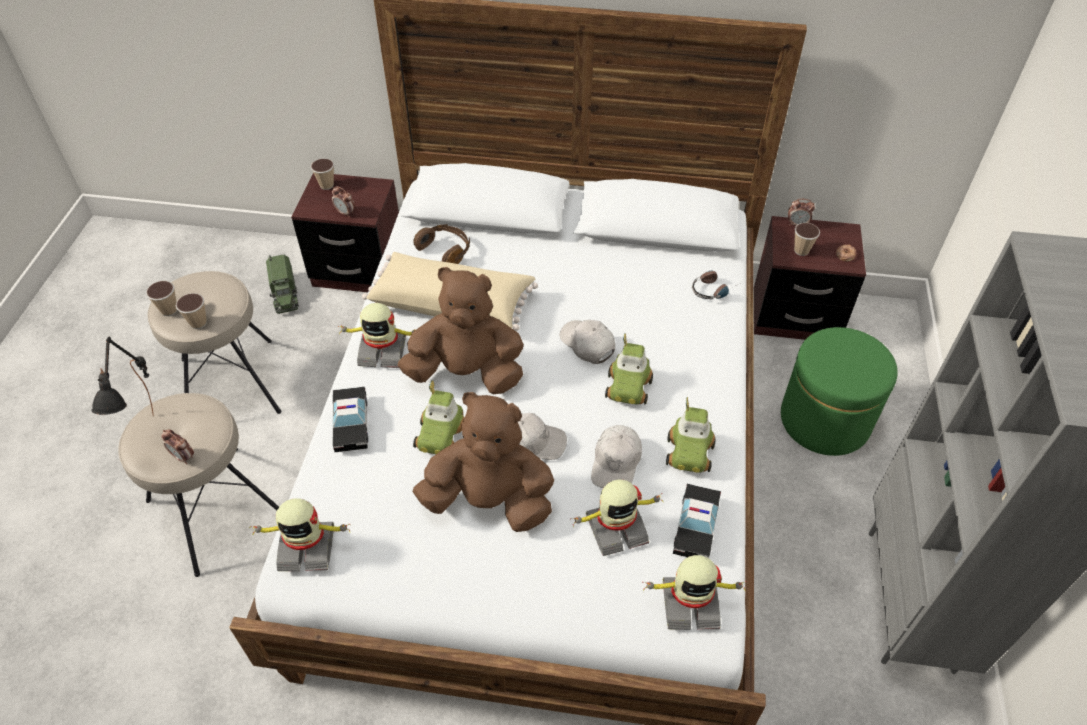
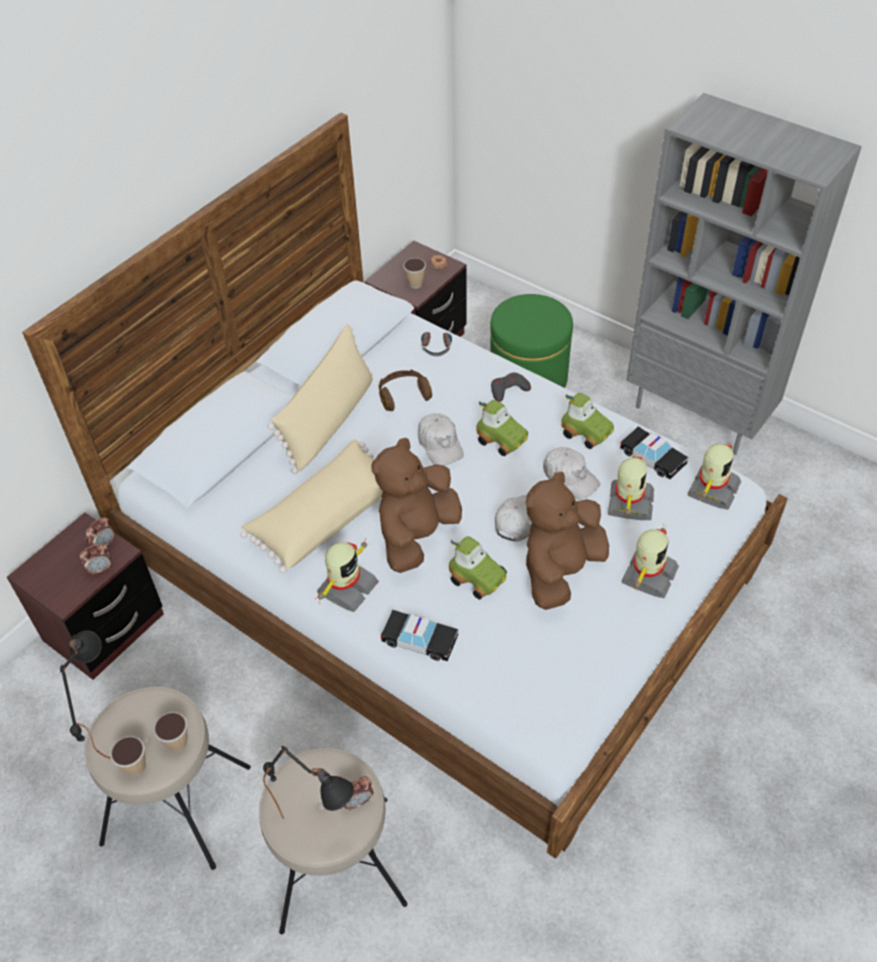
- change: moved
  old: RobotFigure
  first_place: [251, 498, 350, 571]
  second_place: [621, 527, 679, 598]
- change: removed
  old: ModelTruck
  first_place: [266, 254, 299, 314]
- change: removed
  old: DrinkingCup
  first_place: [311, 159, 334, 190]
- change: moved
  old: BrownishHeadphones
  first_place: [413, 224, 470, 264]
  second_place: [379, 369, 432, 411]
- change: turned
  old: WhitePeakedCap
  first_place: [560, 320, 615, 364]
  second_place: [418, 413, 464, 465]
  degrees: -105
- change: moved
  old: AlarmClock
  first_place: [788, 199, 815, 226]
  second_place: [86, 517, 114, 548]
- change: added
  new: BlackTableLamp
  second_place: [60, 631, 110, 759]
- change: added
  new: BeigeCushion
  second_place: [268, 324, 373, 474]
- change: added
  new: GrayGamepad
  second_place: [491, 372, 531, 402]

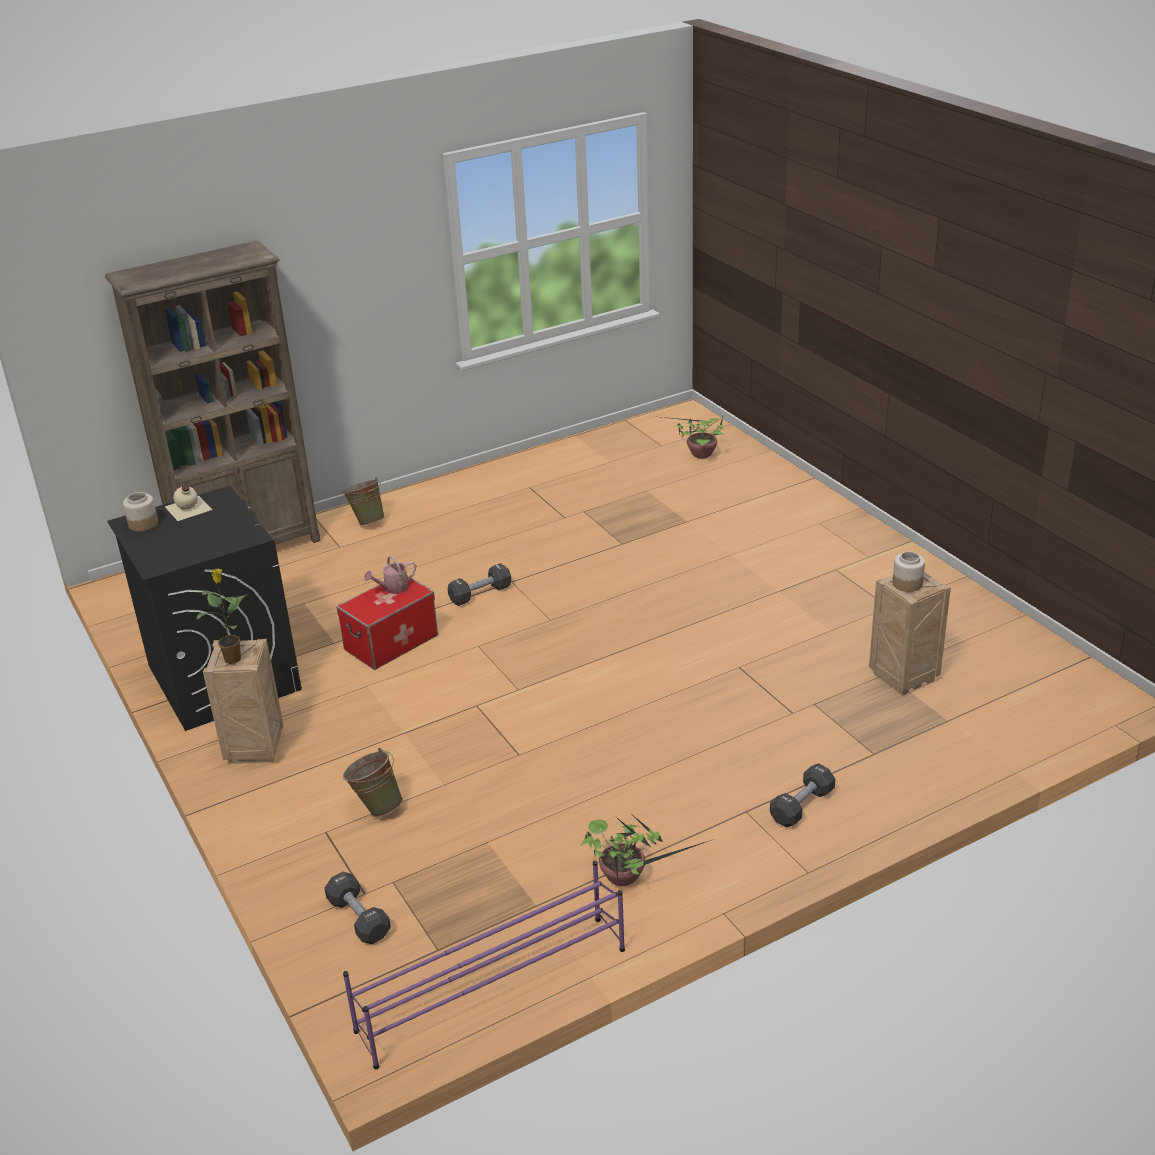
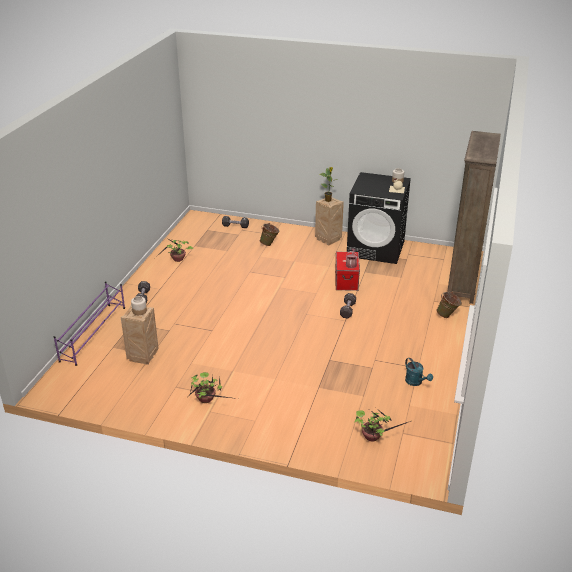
- change: moved
  old: PurpleColouredShoeShelf
  first_place: [343, 861, 625, 1069]
  second_place: [54, 281, 125, 366]
- change: added
  new: PottedPlant
  second_place: [190, 372, 238, 403]
- change: added
  new: TurquoiseWateringCan
  second_place: [405, 358, 433, 386]

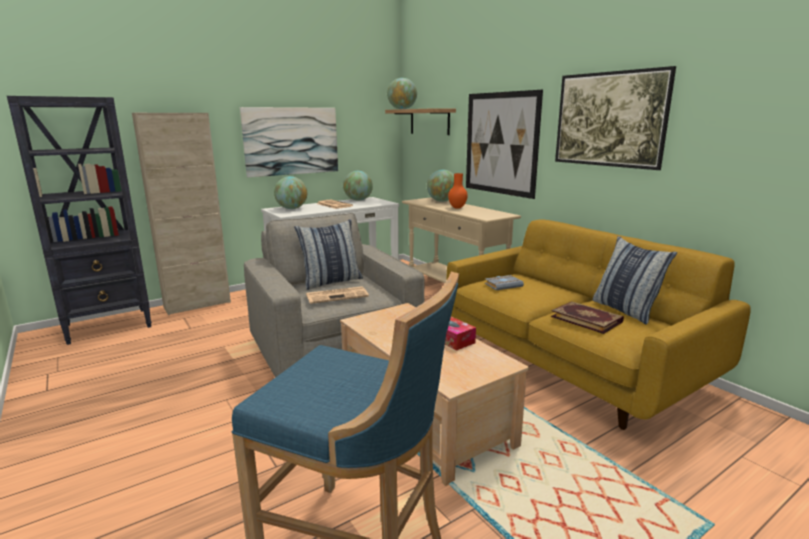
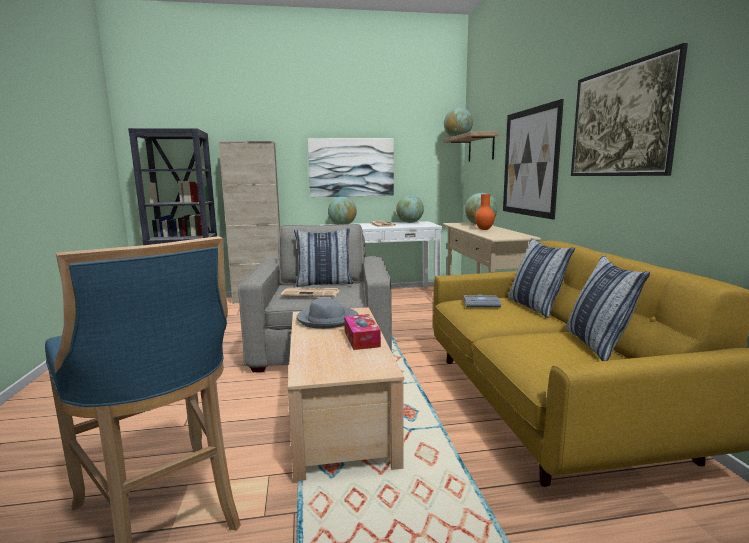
- change: removed
  old: Book
  first_place: [551, 301, 624, 334]
- change: added
  new: GrayWearableHat
  second_place: [297, 298, 359, 329]
- change: added
  new: Cushion
  second_place: [508, 238, 575, 318]

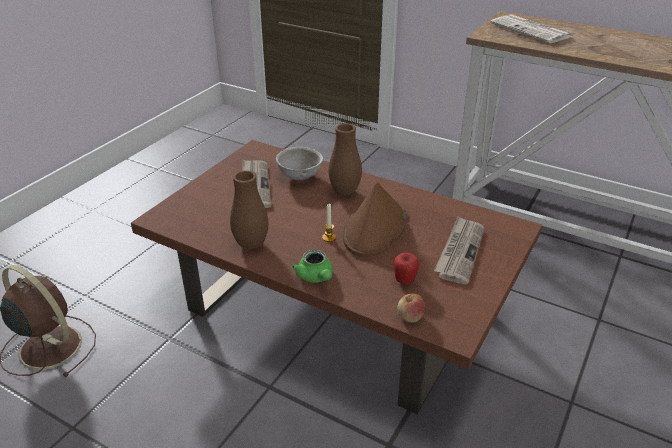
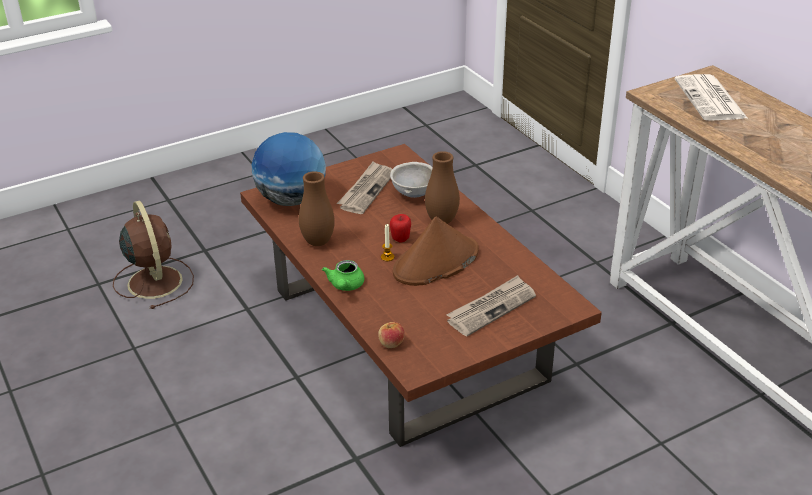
- change: moved
  old: WholeApple
  first_place: [394, 252, 419, 285]
  second_place: [390, 214, 411, 242]
- change: added
  new: WorldGlobe
  second_place: [252, 132, 326, 206]

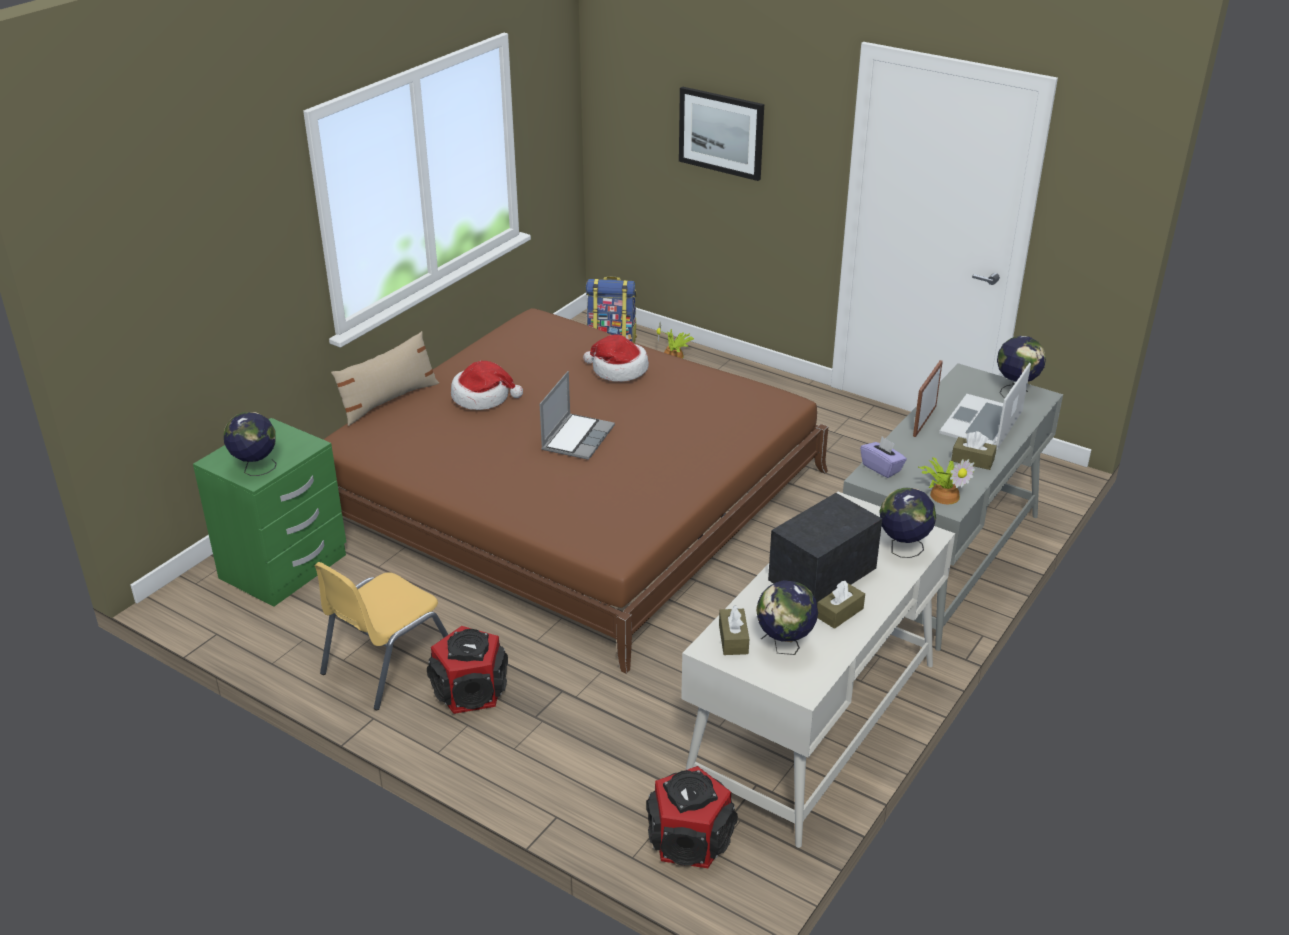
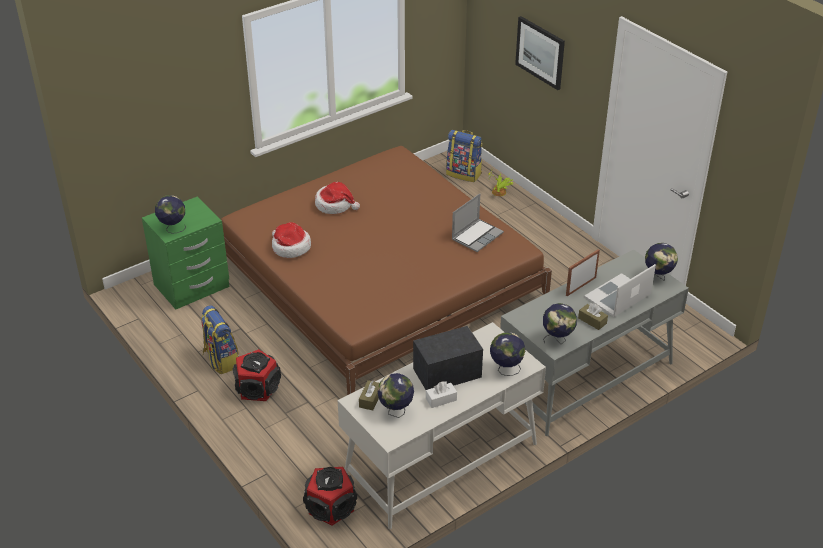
- change: replaced
  old: YellowishUprightChair
  new: Rucksack
  first_place: [314, 562, 449, 710]
  second_place: [201, 305, 239, 374]
- change: removed
  old: BeigeCushion
  first_place: [331, 331, 439, 426]
- change: moved
  old: Laptop
  first_place: [540, 371, 615, 460]
  second_place: [452, 193, 504, 252]
- change: moved
  old: WearableHat
  first_place: [583, 334, 649, 382]
  second_place: [272, 222, 311, 258]
- change: recoloured
  old: BrownishTissueHolder
  new: WhiteTissueHolder
  first_place: [817, 581, 865, 629]
  second_place: [426, 381, 457, 408]
- change: removed
  old: PurpleColouredTissueHolder
  first_place: [860, 437, 907, 478]
- change: replaced
  old: PottedPlant
  new: WorldGlobe
  first_place: [918, 457, 975, 504]
  second_place: [543, 303, 577, 343]

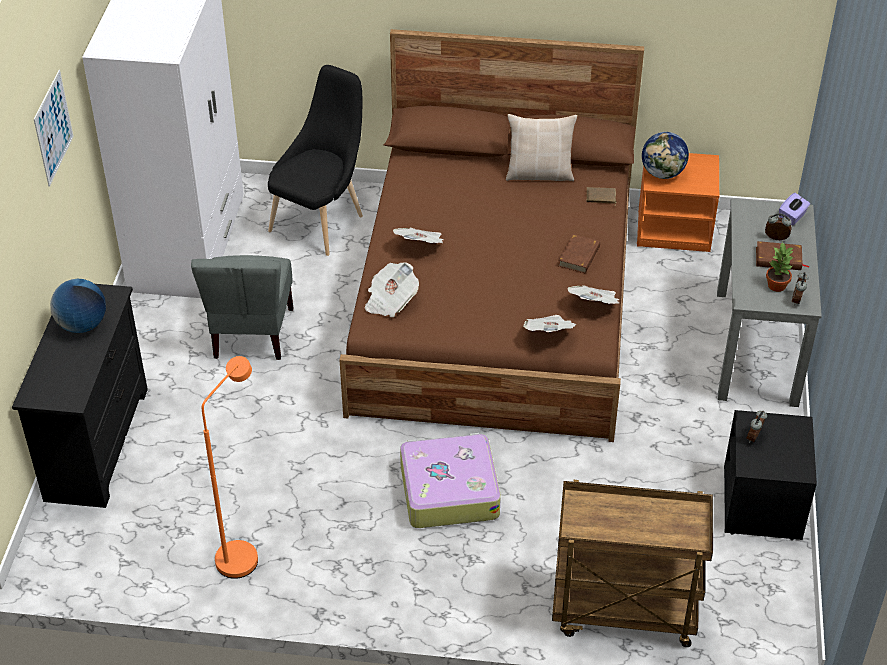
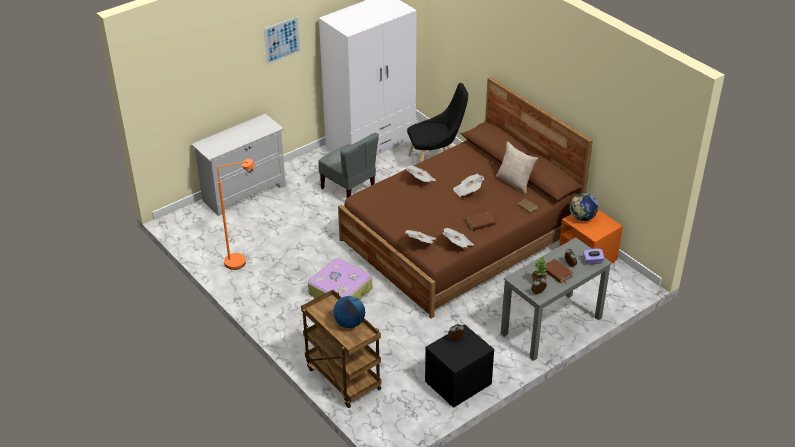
- change: recoloured
  old: BlackDresser
  new: WhiteDresser
  first_place: [12, 284, 148, 508]
  second_place: [191, 114, 286, 216]
- change: moved
  old: WorldGlobe
  first_place: [50, 279, 106, 333]
  second_place: [333, 296, 365, 328]
- change: turned
  old: GrayUprightChair
  first_place: [191, 255, 293, 360]
  second_place: [318, 133, 379, 198]
  degrees: -90
- change: moved
  old: Newspaper
  first_place: [365, 263, 419, 317]
  second_place: [453, 174, 484, 197]

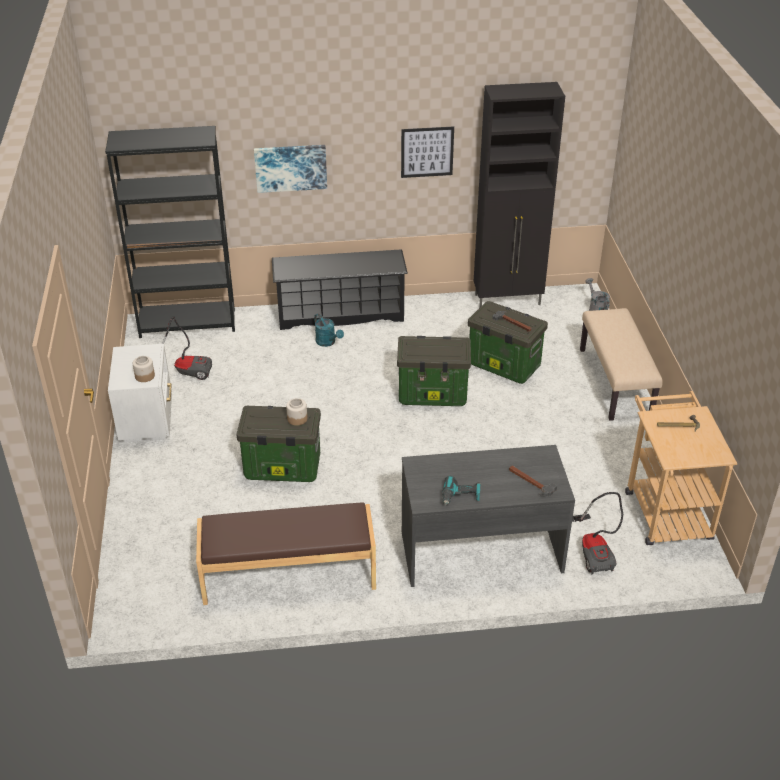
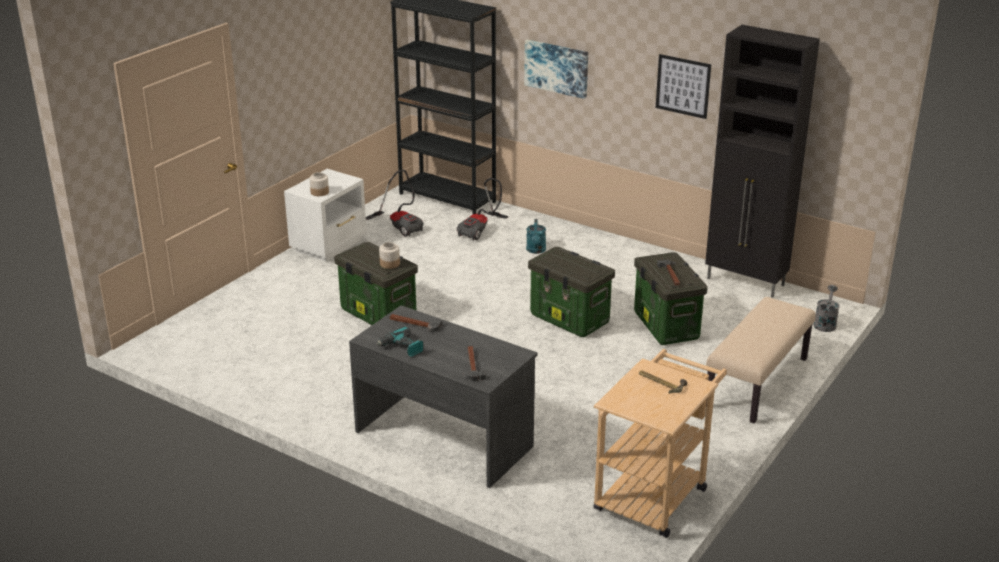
- change: removed
  old: BrownishLongSeat
  first_place: [196, 502, 376, 605]
- change: removed
  old: BlackShoeShelf
  first_place: [272, 249, 408, 330]
- change: moved
  old: Vacuum
  first_place: [572, 492, 623, 574]
  second_place: [457, 178, 508, 240]
- change: added
  new: Hammer
  second_place: [390, 314, 442, 332]

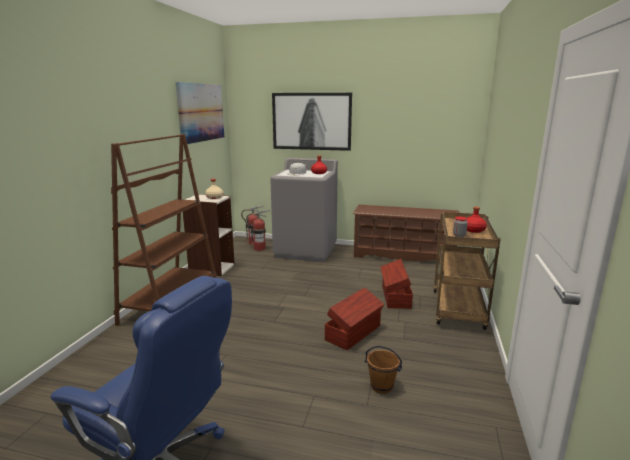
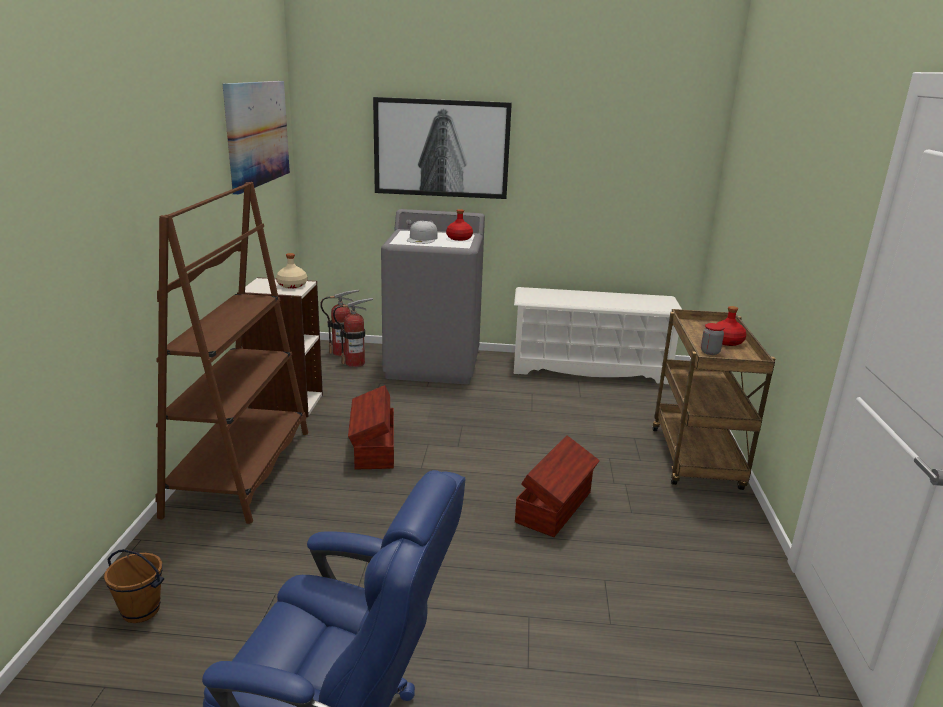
- change: recoloured
  old: BrownishShoeShelf
  new: WhiteShoeShelf
  first_place: [353, 205, 460, 261]
  second_place: [514, 287, 682, 384]
- change: moved
  old: BrownishBucket
  first_place: [365, 346, 402, 394]
  second_place: [104, 549, 164, 623]
- change: moved
  old: BrownishStorageBin
  first_place: [380, 259, 413, 309]
  second_place: [348, 385, 394, 469]

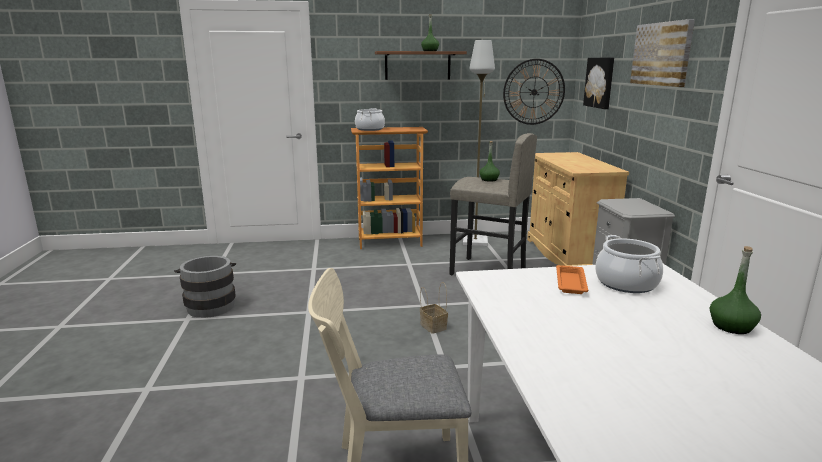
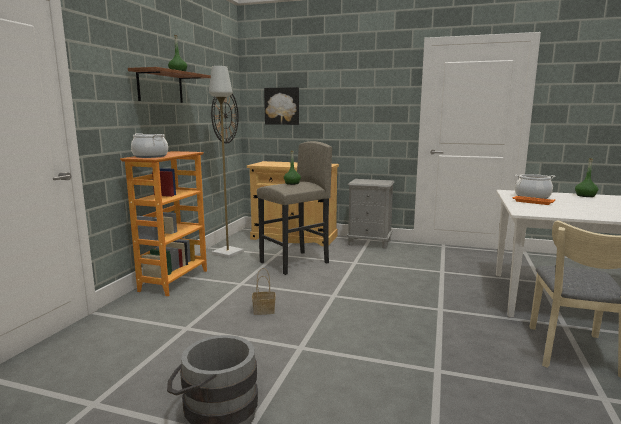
- change: moved
  old: HouseholdBasket
  first_place: [420, 282, 448, 334]
  second_place: [252, 268, 275, 315]
- change: removed
  old: Picture
  first_place: [630, 19, 695, 87]

